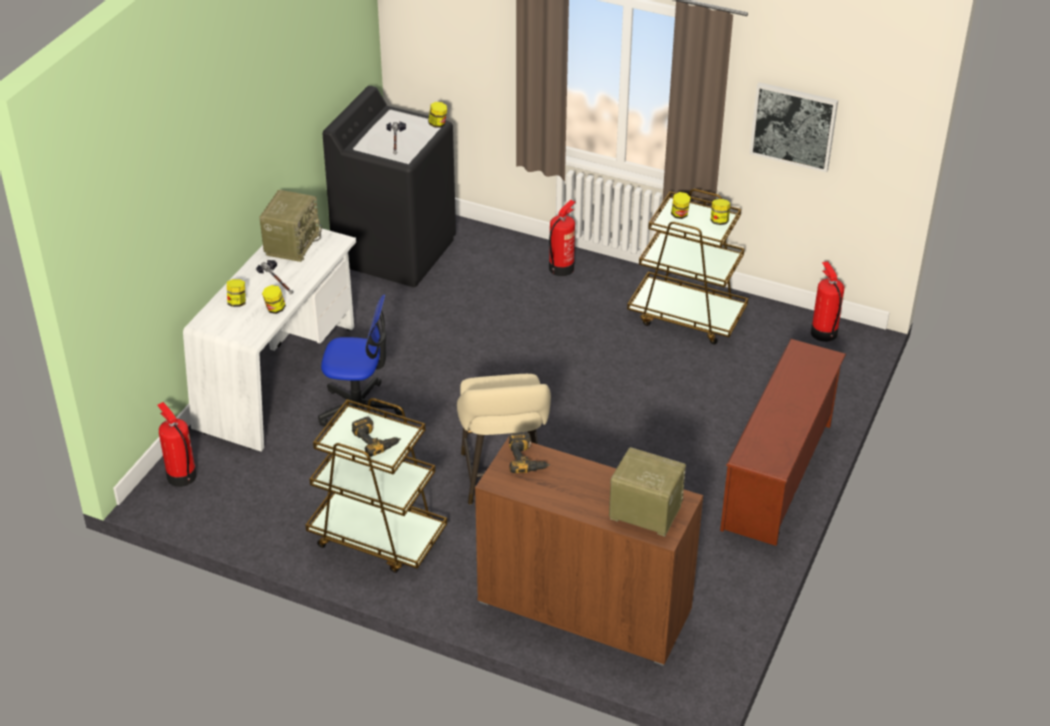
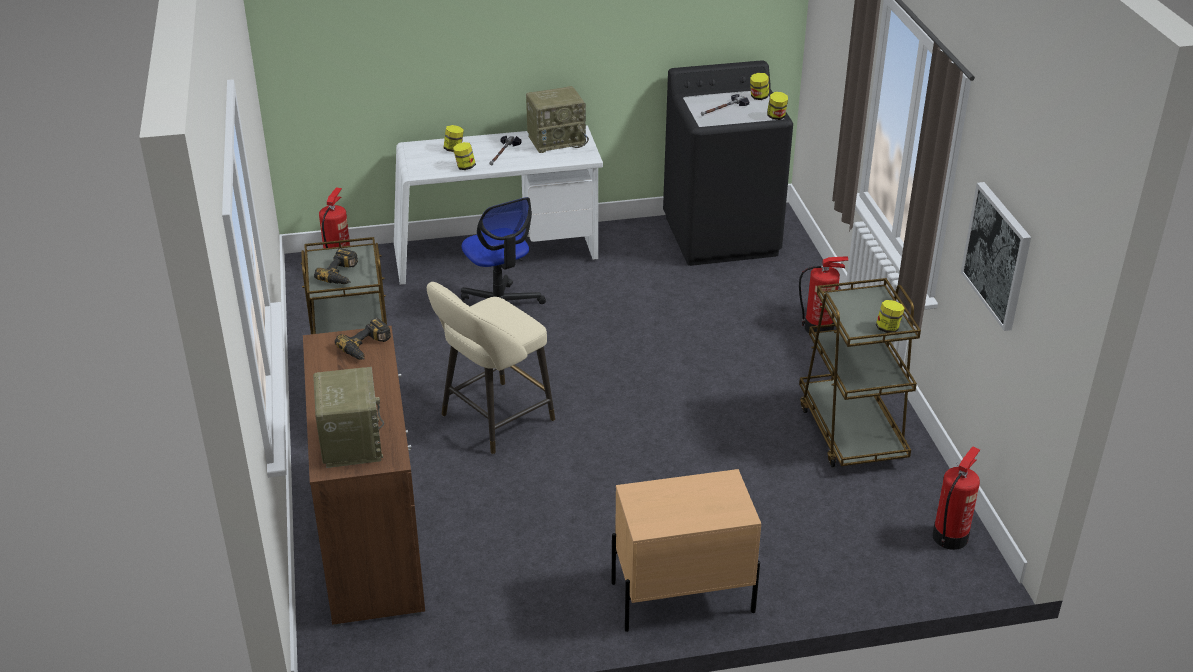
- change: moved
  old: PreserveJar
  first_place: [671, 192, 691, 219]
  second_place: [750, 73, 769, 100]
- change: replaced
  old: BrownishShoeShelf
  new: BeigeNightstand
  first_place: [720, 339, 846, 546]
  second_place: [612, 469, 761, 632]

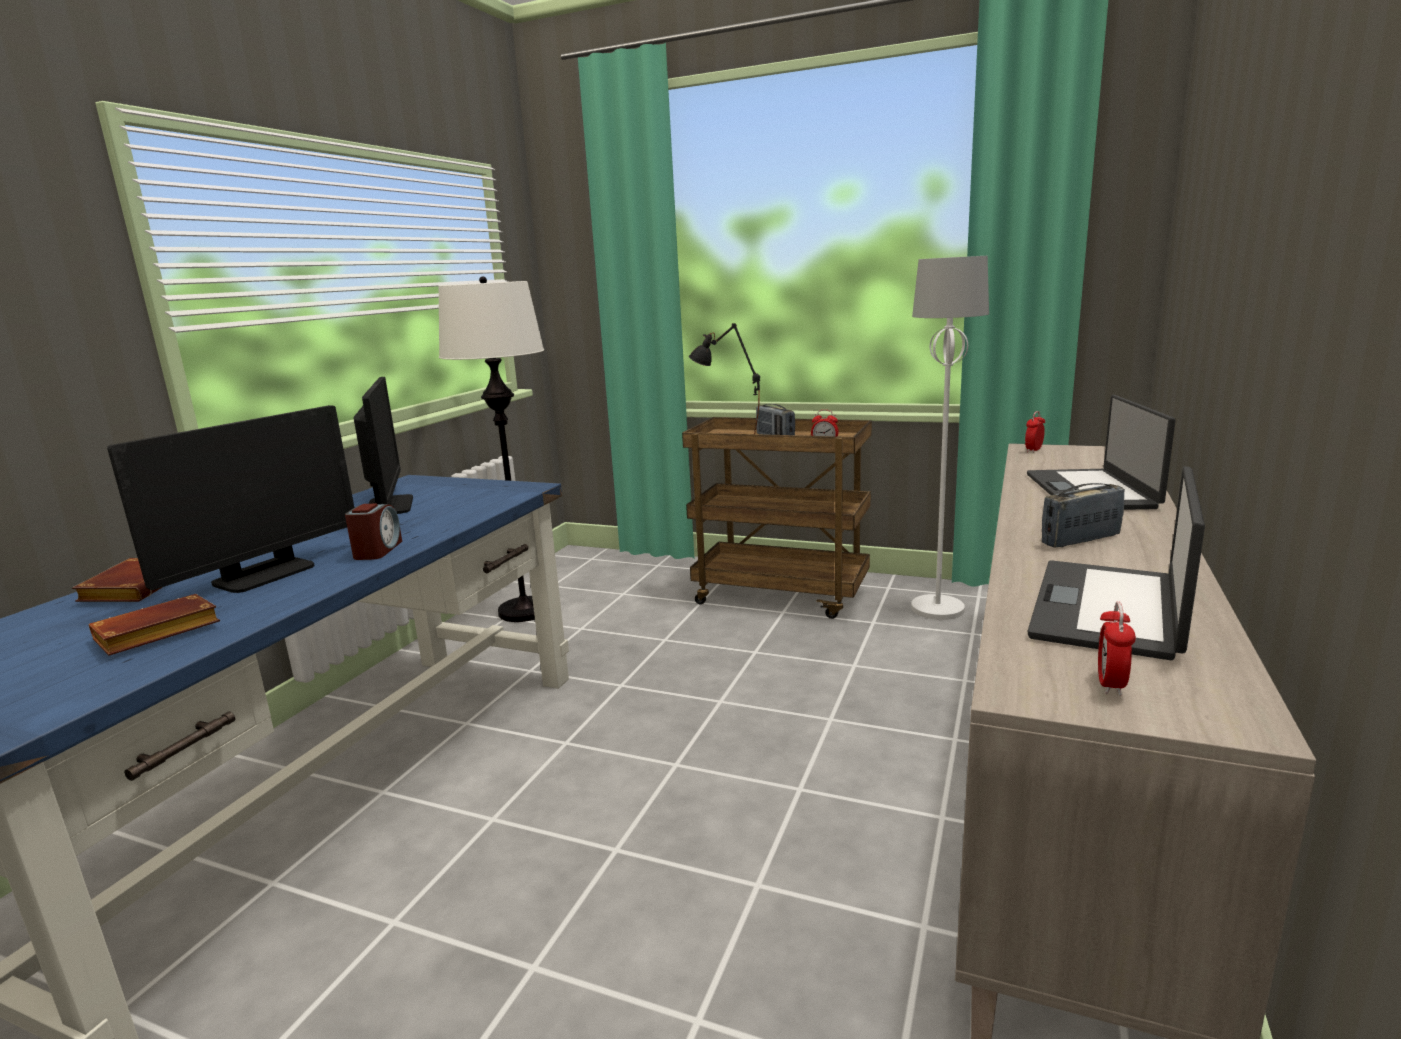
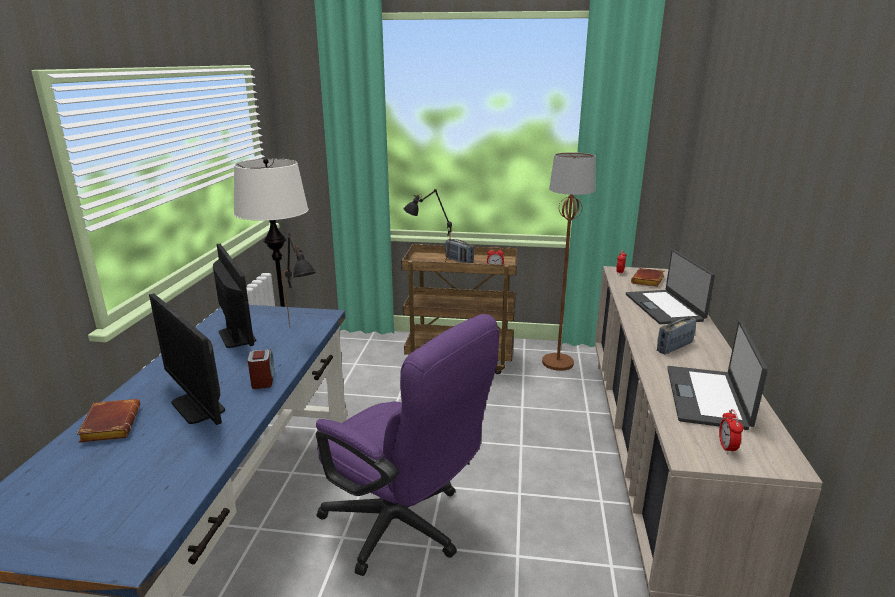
- change: moved
  old: BrownishBook
  first_place: [89, 594, 220, 656]
  second_place: [631, 268, 664, 287]
- change: turned
  old: ComputerScreen
  first_place: [107, 405, 354, 593]
  second_place: [149, 294, 225, 425]
  degrees: 120
- change: recoloured
  old: WhiteStandingLamp
  new: BrownishStandingLamp
  first_place: [911, 256, 989, 620]
  second_place: [542, 152, 596, 371]
- change: added
  new: BlackTableLamp
  second_place: [281, 233, 316, 327]
- change: added
  new: PurpleColouredOfficeChair
  second_place: [316, 314, 499, 576]

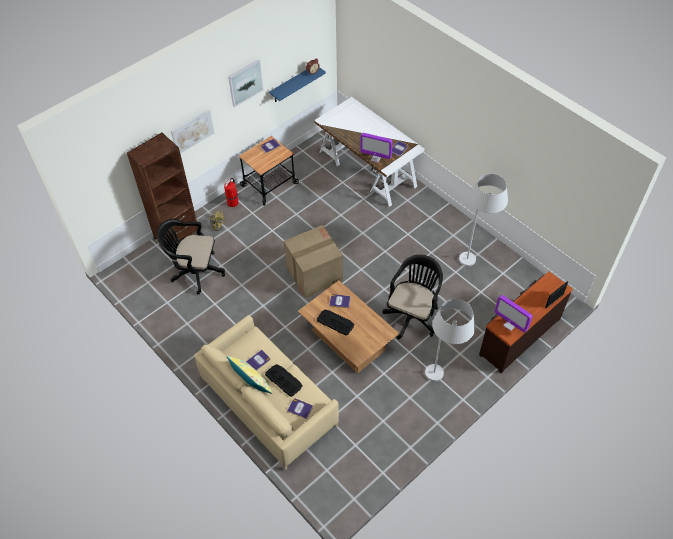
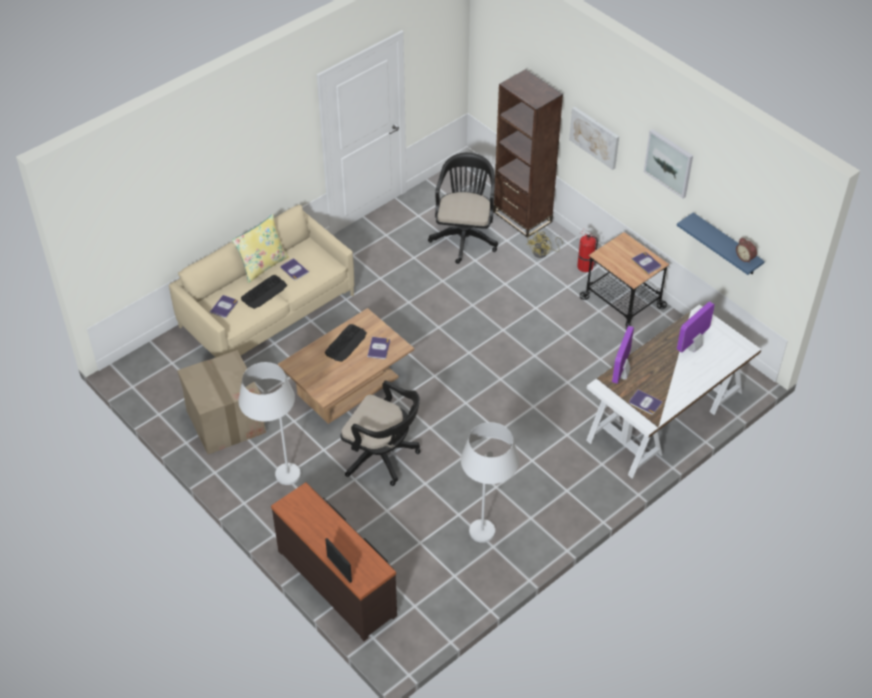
- change: moved
  old: PackingBox
  first_place: [284, 225, 343, 298]
  second_place: [177, 350, 266, 454]
- change: moved
  old: ComputerScreen
  first_place: [495, 295, 533, 333]
  second_place: [677, 301, 715, 353]

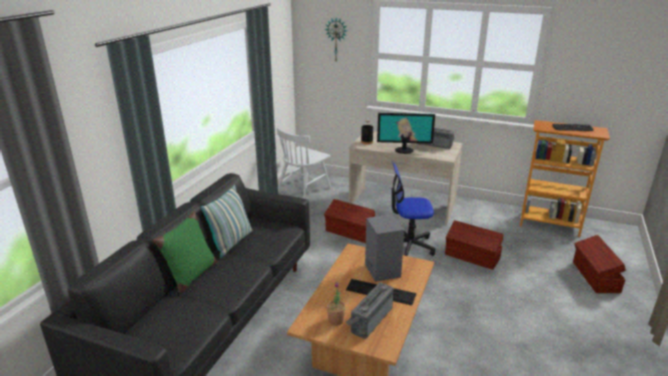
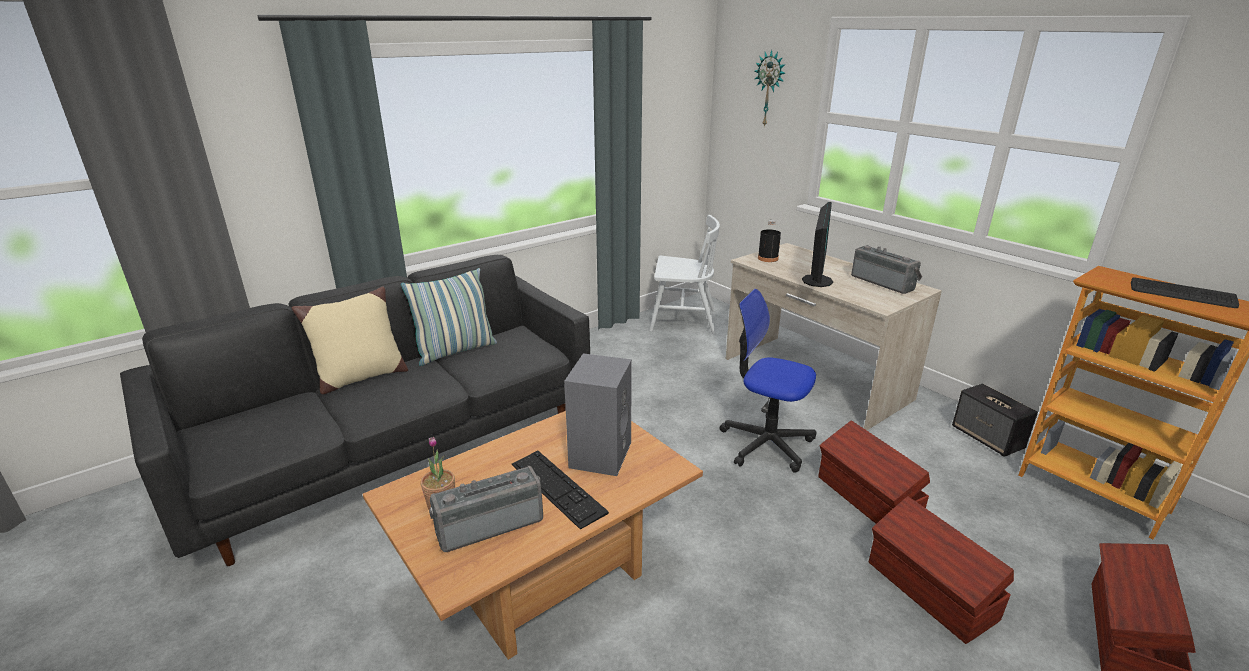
- change: recoloured
  old: GreenishCushion
  new: BeigeCushion
  first_place: [153, 211, 218, 293]
  second_place: [291, 286, 408, 394]
- change: turned
  old: WhiteUprightChair
  first_place: [277, 128, 331, 199]
  second_place: [649, 215, 720, 335]
  degrees: -150
- change: moved
  old: BrownishStorageBin
  first_place: [324, 199, 375, 243]
  second_place: [869, 496, 1014, 644]
- change: turned
  old: ComputerScreen
  first_place: [377, 113, 435, 154]
  second_place: [802, 202, 833, 287]
  degrees: -105
- change: added
  new: Loudspeaker
  second_place: [952, 384, 1038, 457]

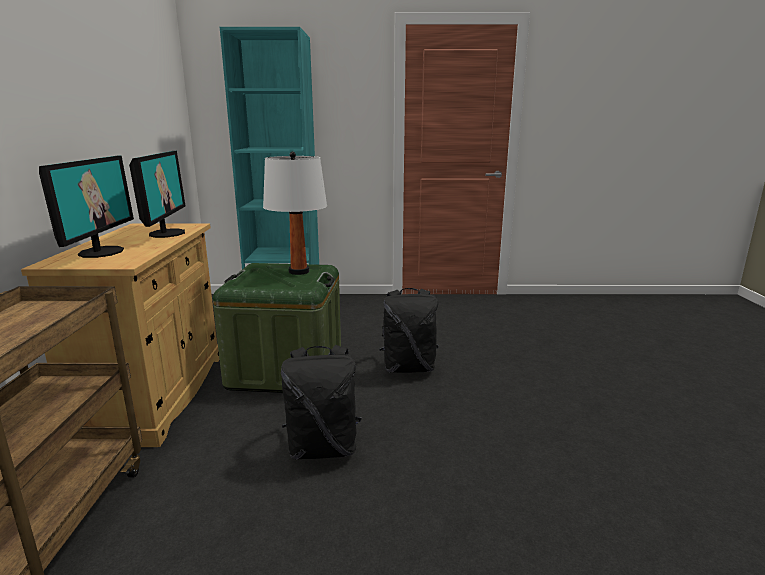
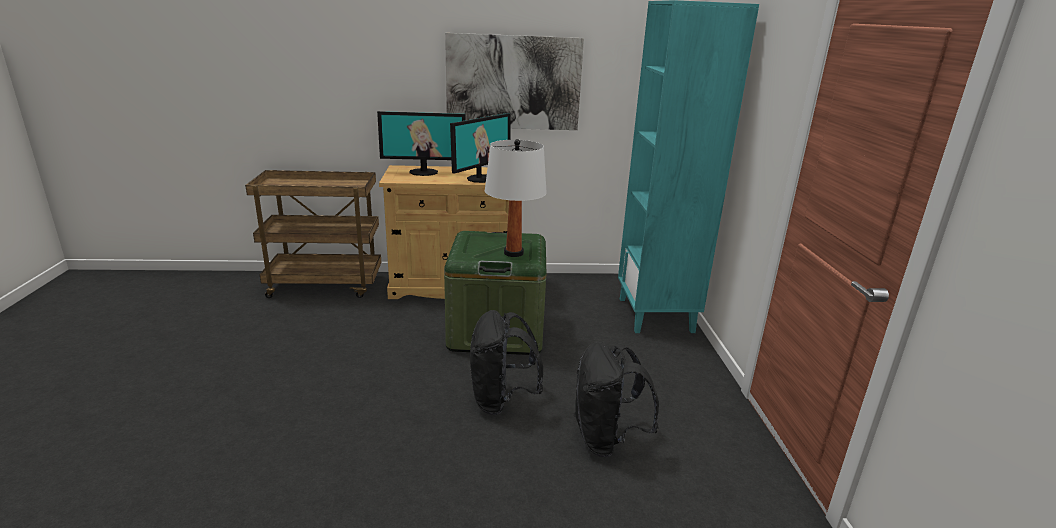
- change: turned
  old: ComputerScreen
  first_place: [129, 151, 186, 238]
  second_place: [450, 113, 510, 183]
  degrees: -45
- change: moved
  old: BlackRucksack
  first_place: [281, 345, 362, 460]
  second_place: [574, 342, 659, 457]
- change: added
  new: Picture
  second_place: [445, 33, 584, 130]

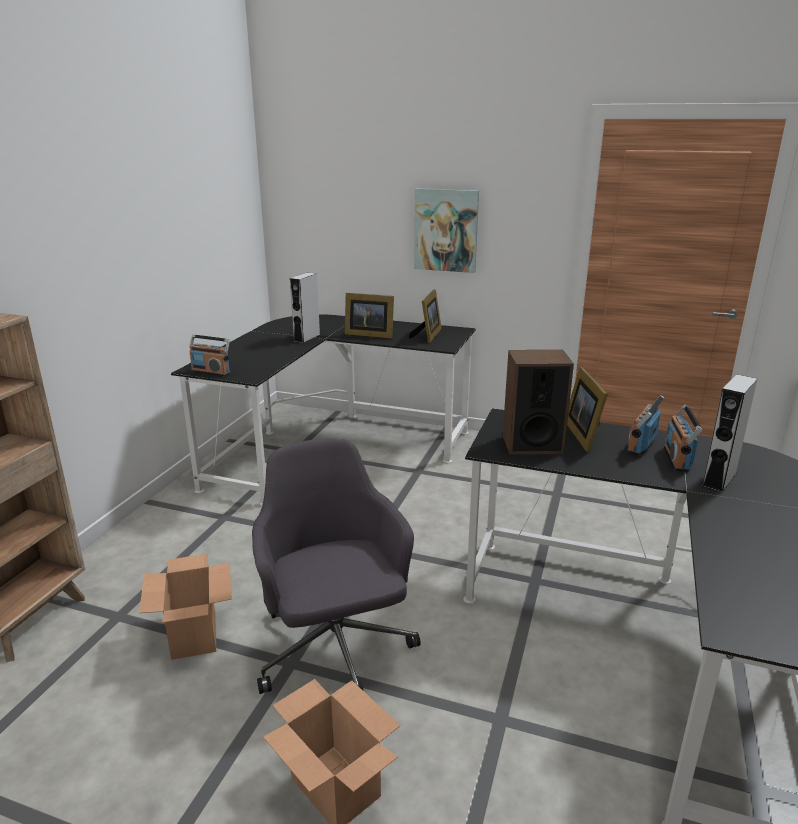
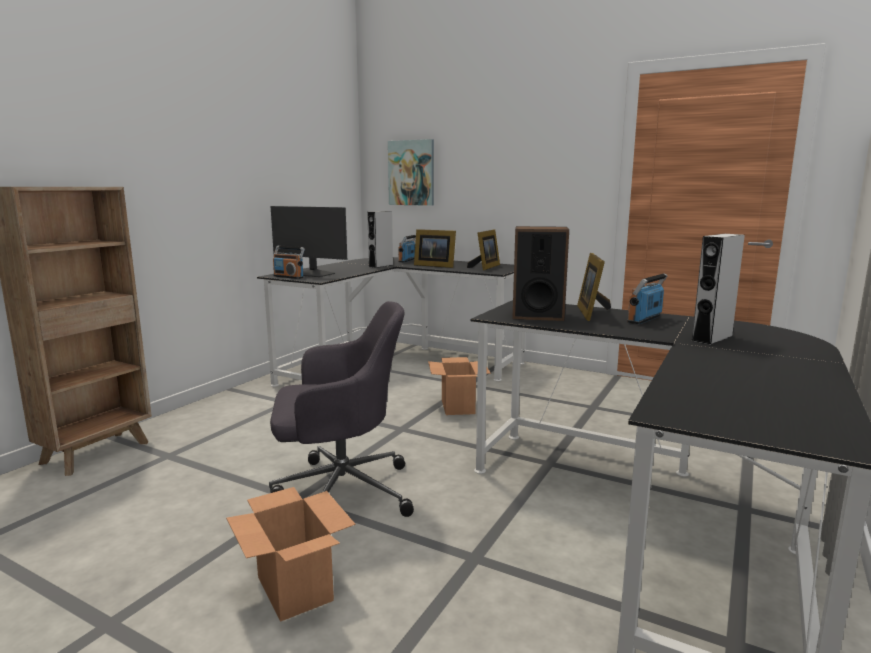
- change: moved
  old: PackingBox
  first_place: [139, 554, 232, 660]
  second_place: [428, 357, 491, 415]
- change: turned
  old: GrayOfficeChair
  first_place: [252, 438, 420, 694]
  second_place: [269, 301, 414, 517]
  degrees: 90
- change: moved
  old: Picture
  first_place: [414, 188, 479, 273]
  second_place: [388, 139, 434, 206]
- change: moved
  old: Radio
  first_place: [664, 405, 702, 472]
  second_place: [398, 235, 416, 262]
- change: added
  new: ComputerScreen
  second_place: [270, 206, 347, 277]

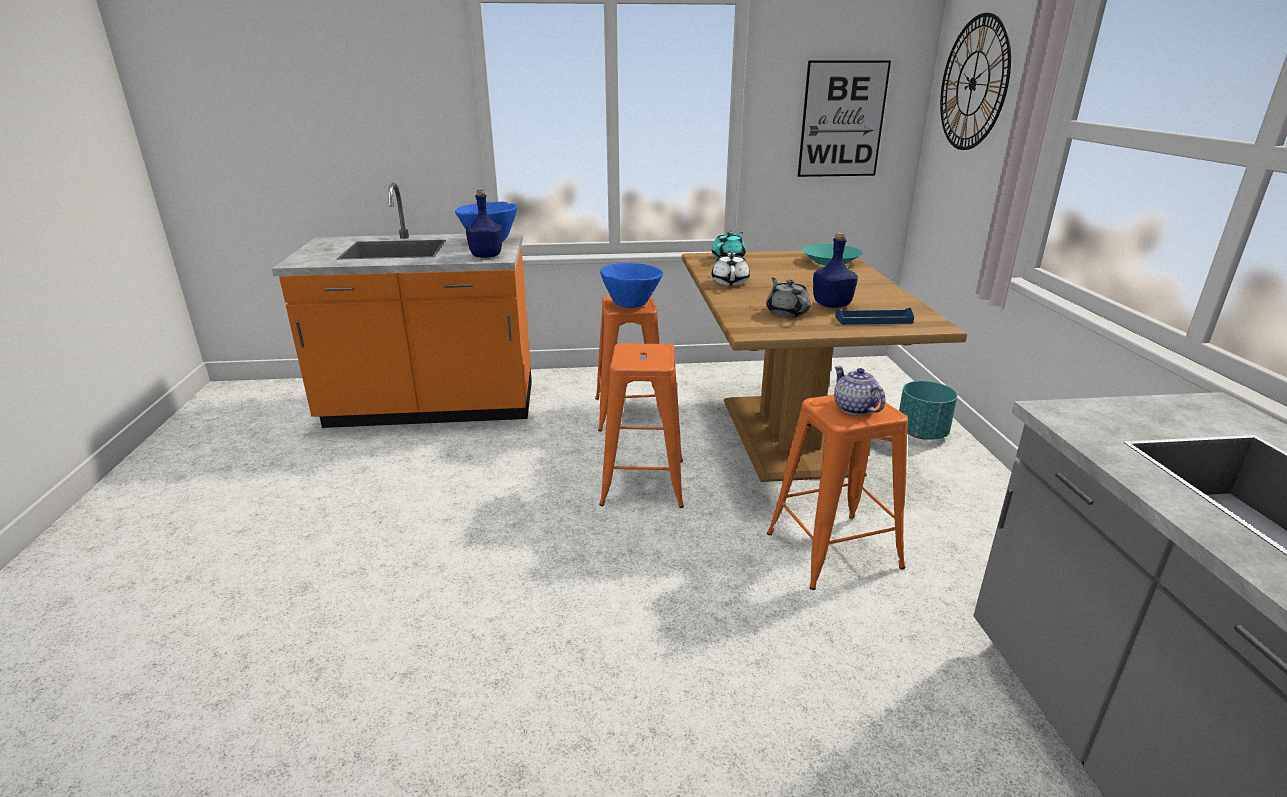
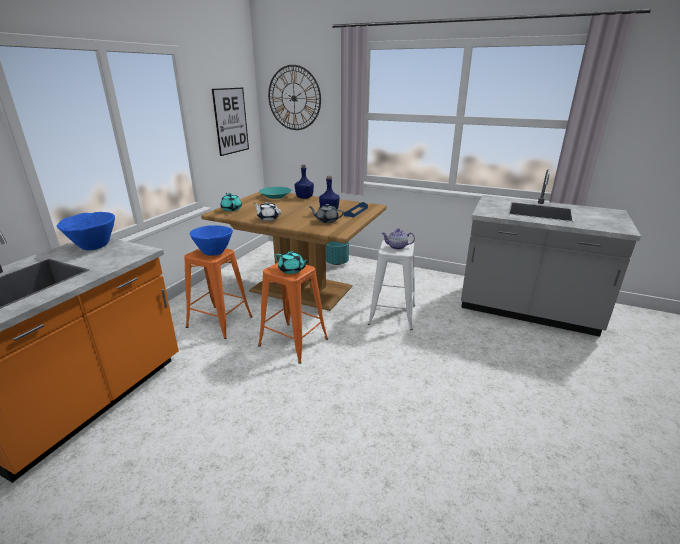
- change: moved
  old: BlueDrinkBottle
  first_place: [466, 189, 502, 258]
  second_place: [295, 165, 314, 199]
- change: recoloured
  old: OrangeyStool
  new: WhiteStool
  first_place: [767, 395, 908, 590]
  second_place: [368, 240, 415, 330]
- change: added
  new: TurquoiseTeaPot
  second_place: [275, 251, 309, 274]

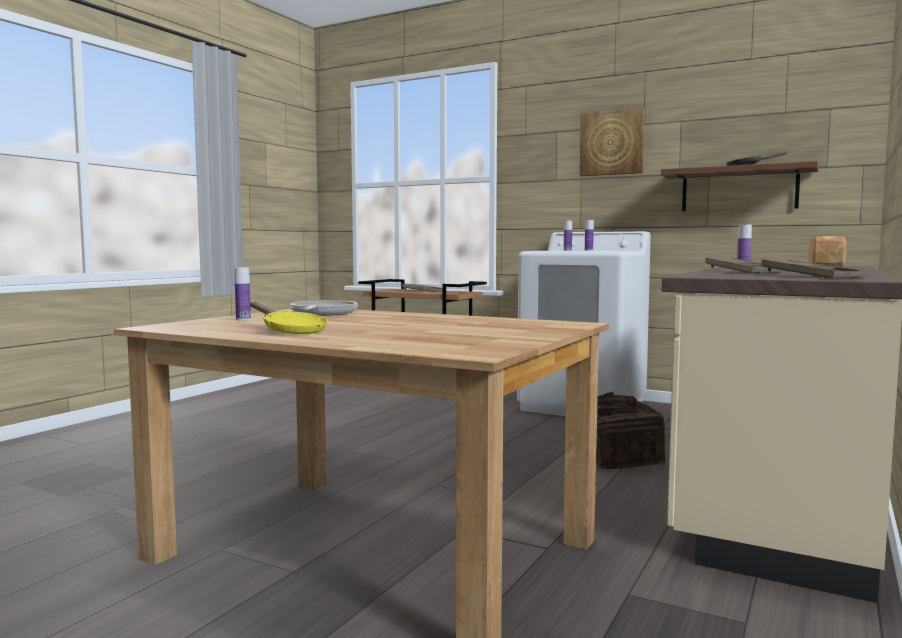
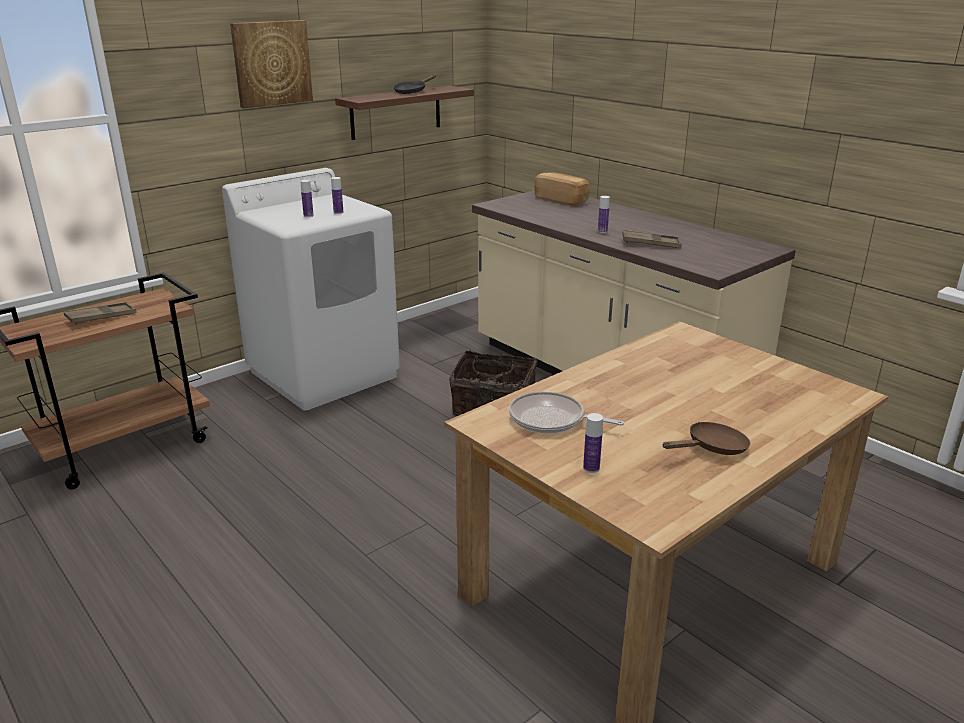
- change: recoloured
  old: YellowishFryingPan
  new: BrownishFryingPan
  first_place: [250, 302, 328, 334]
  second_place: [662, 422, 750, 455]
- change: removed
  old: BrownishTray
  first_place: [761, 259, 864, 278]

